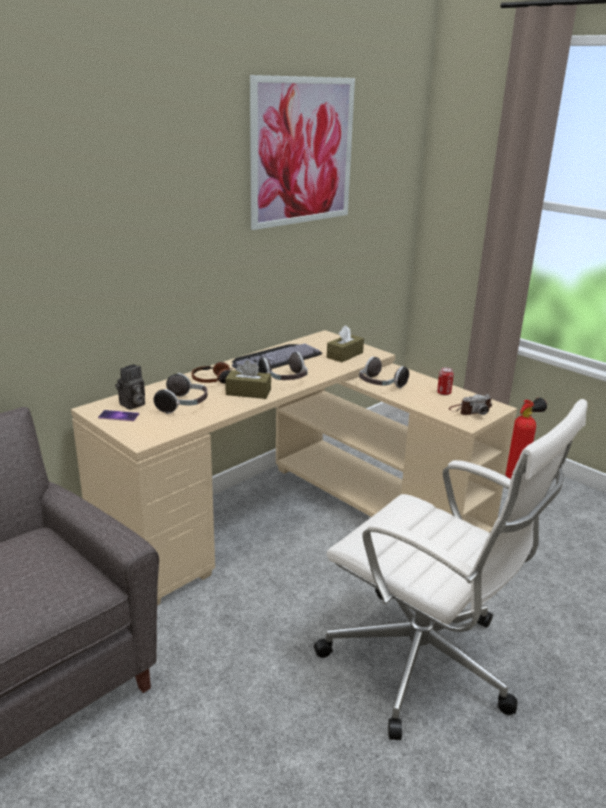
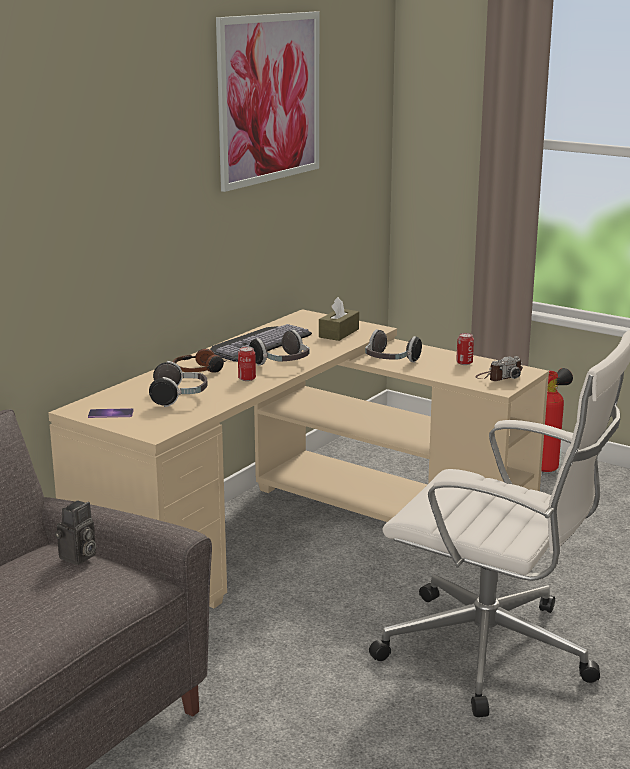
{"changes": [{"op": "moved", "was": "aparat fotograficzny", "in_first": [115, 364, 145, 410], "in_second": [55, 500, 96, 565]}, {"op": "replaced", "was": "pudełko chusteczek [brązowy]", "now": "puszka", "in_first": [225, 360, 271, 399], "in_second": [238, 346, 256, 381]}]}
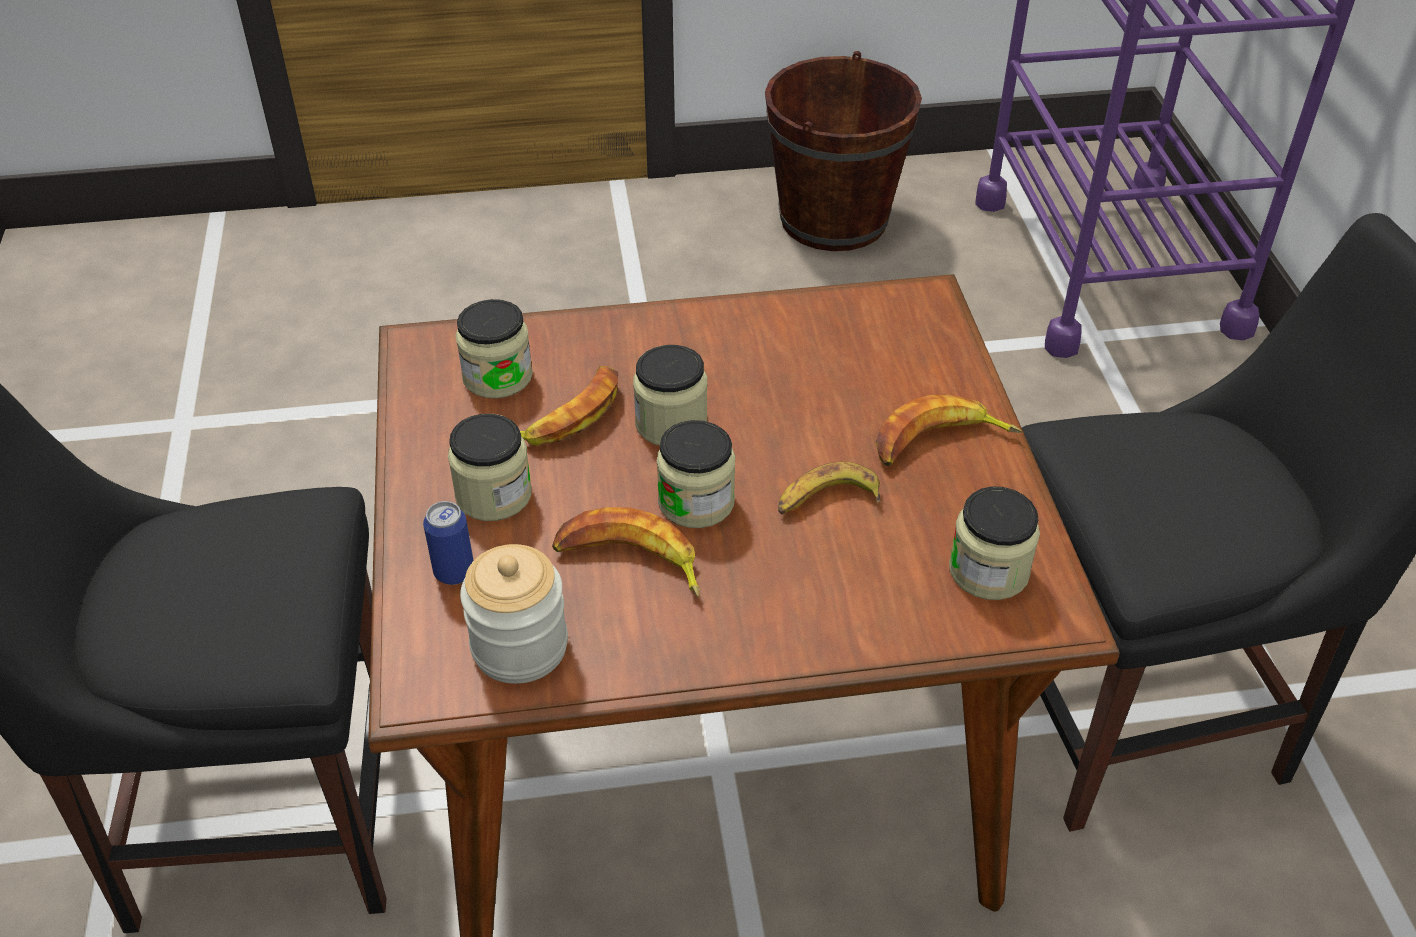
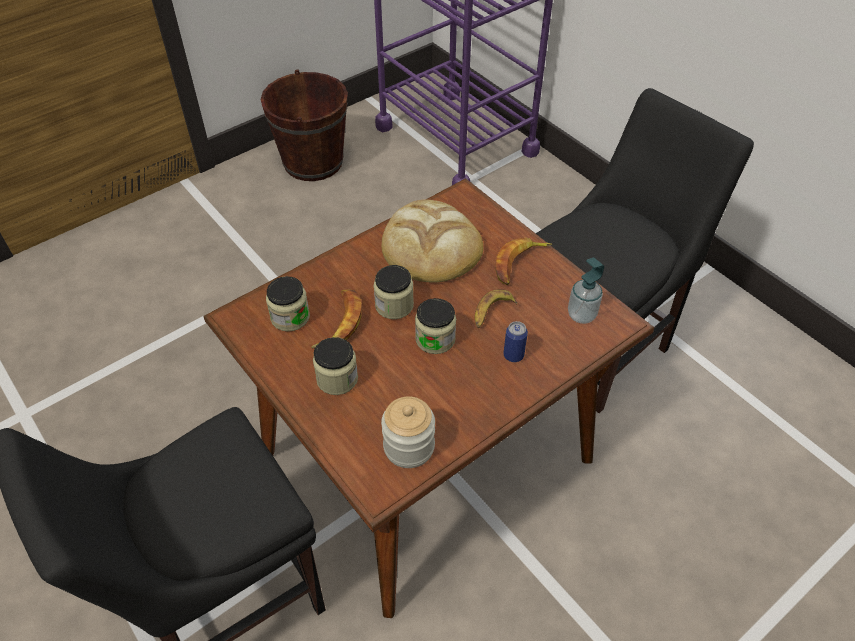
{"changes": [{"op": "added", "now": "chleb", "in_second": [382, 199, 483, 283]}, {"op": "moved", "was": "puszka", "in_first": [423, 501, 474, 585], "in_second": [503, 321, 528, 362]}, {"op": "replaced", "was": "słoik", "now": "dozownik mydła", "in_first": [949, 486, 1040, 600], "in_second": [568, 258, 604, 324]}, {"op": "removed", "was": "banan", "in_first": [552, 507, 700, 598]}]}
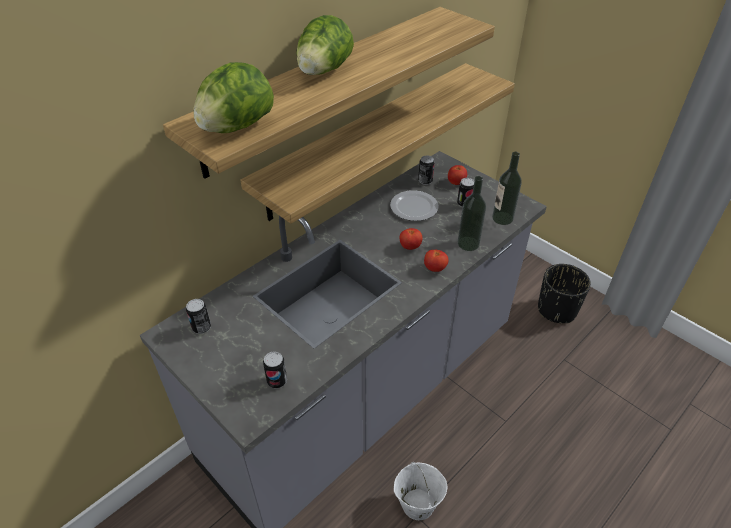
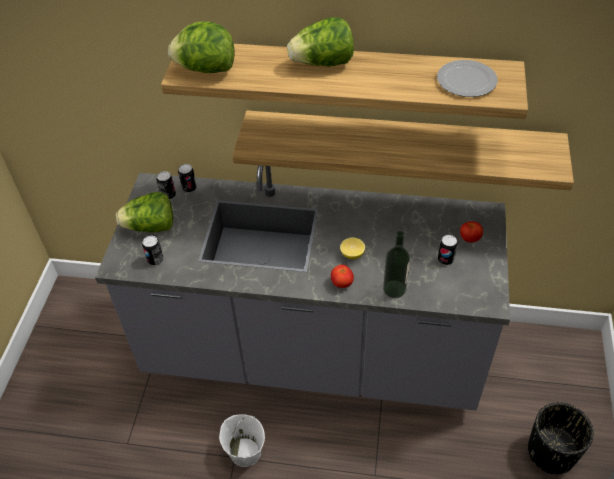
{"changes": [{"op": "added", "now": "sałata", "in_second": [116, 192, 173, 233]}, {"op": "moved", "was": "puszka", "in_first": [418, 155, 435, 185], "in_second": [178, 164, 197, 193]}, {"op": "replaced", "was": "pomidor", "now": "cytryna", "in_first": [400, 228, 422, 250], "in_second": [340, 237, 365, 259]}, {"op": "moved", "was": "talerz", "in_first": [390, 190, 439, 221], "in_second": [437, 60, 498, 97]}, {"op": "removed", "was": "butelka", "in_first": [492, 152, 522, 225]}]}
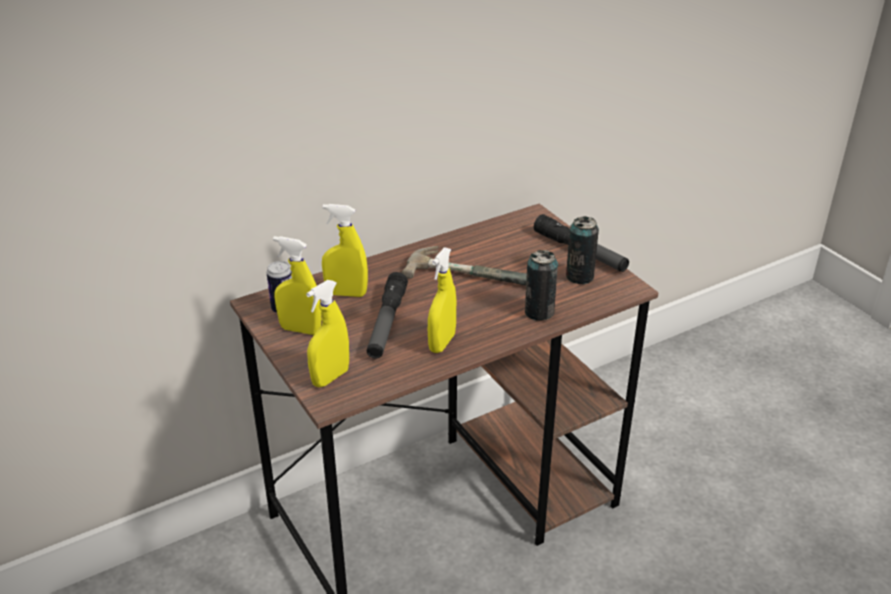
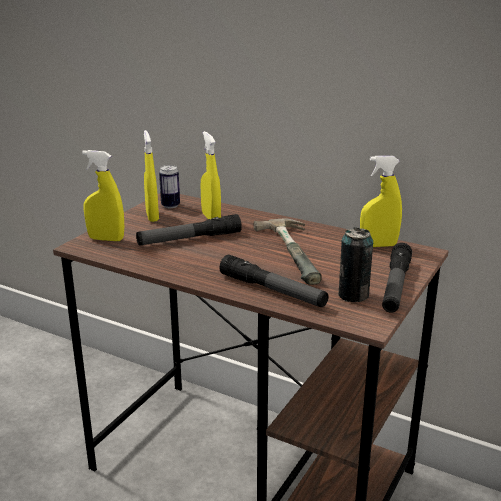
{"changes": [{"op": "replaced", "was": "puszka", "now": "latarka", "in_first": [525, 250, 558, 321], "in_second": [219, 255, 329, 307]}, {"op": "moved", "was": "spryskiwacz [żółty]", "in_first": [428, 247, 456, 353], "in_second": [360, 156, 402, 247]}]}
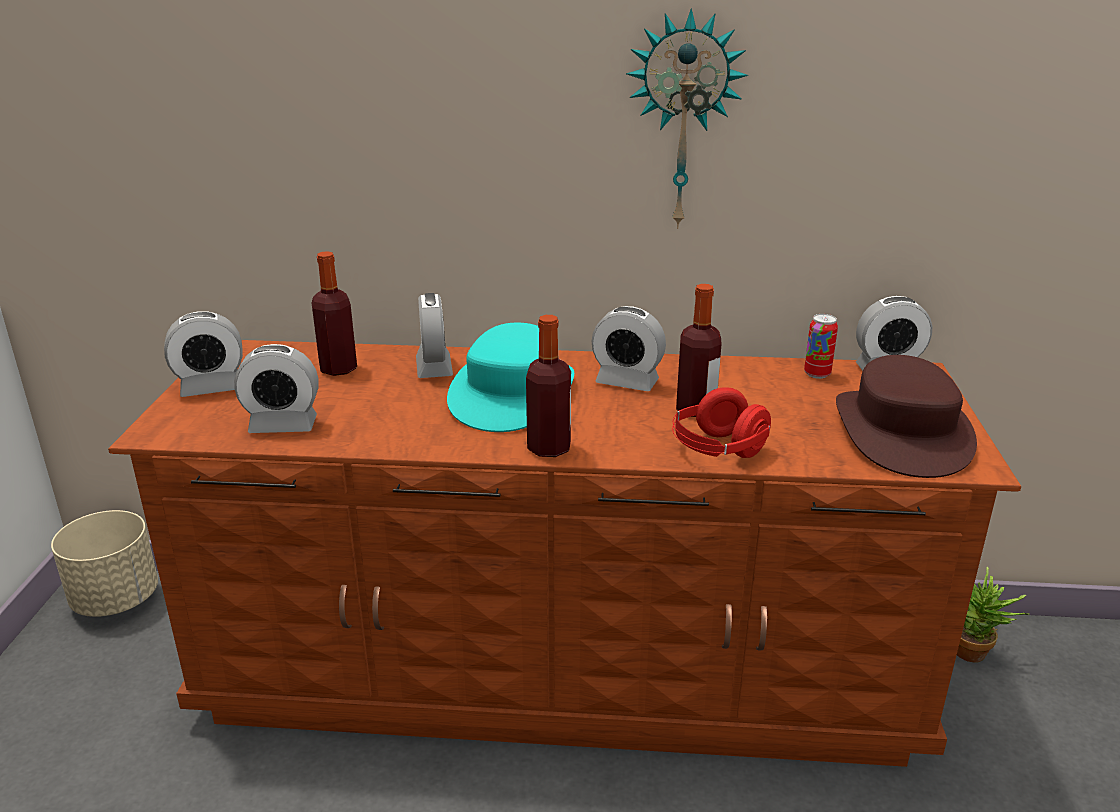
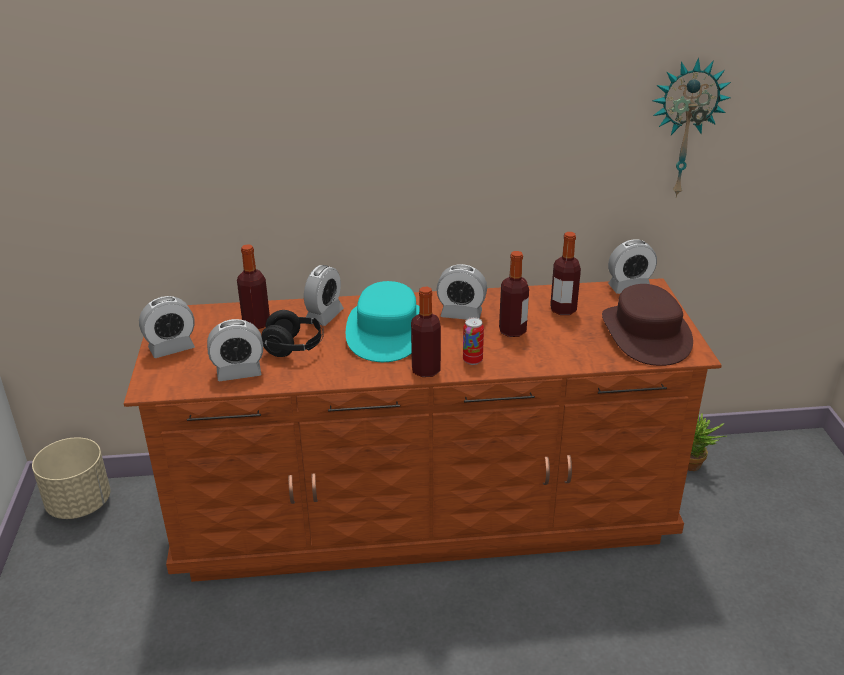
{"changes": [{"op": "added", "now": "słuchawki [czarny]", "in_second": [261, 310, 324, 357]}, {"op": "turned", "was": "budzik", "in_first": [416, 293, 453, 378], "in_second": [304, 265, 344, 326], "clockwise": 45}, {"op": "moved", "was": "puszka", "in_first": [804, 314, 838, 379], "in_second": [463, 317, 484, 365]}, {"op": "added", "now": "butelka", "in_second": [550, 232, 581, 315]}, {"op": "moved", "was": "zegar ścienny", "in_first": [626, 8, 748, 229], "in_second": [652, 58, 731, 198]}, {"op": "removed", "was": "słuchawki [czerwony]", "in_first": [672, 387, 771, 458]}]}
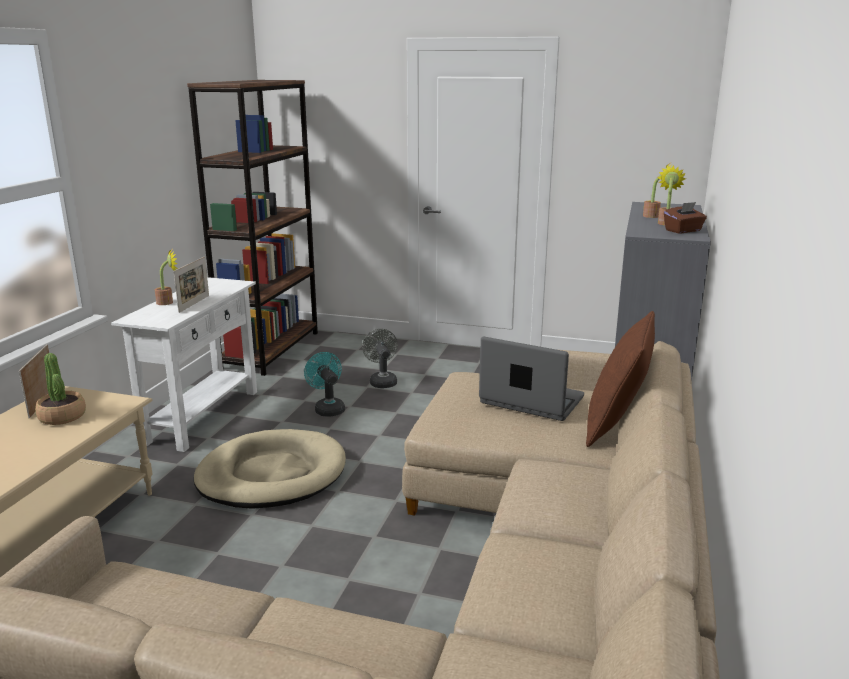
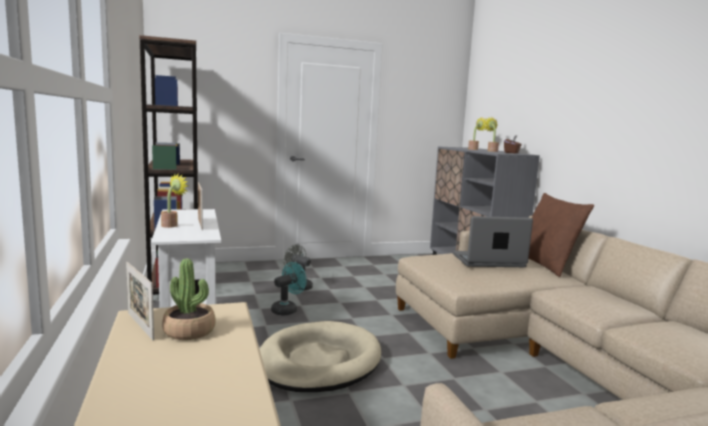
{"changes": [{"op": "turned", "was": "wentylator [turkusowy]", "in_first": [304, 352, 345, 417], "in_second": [271, 262, 307, 316], "clockwise": 105}]}
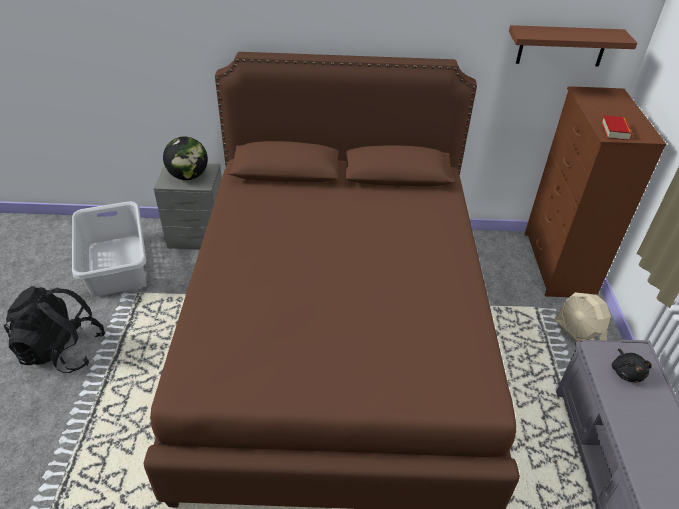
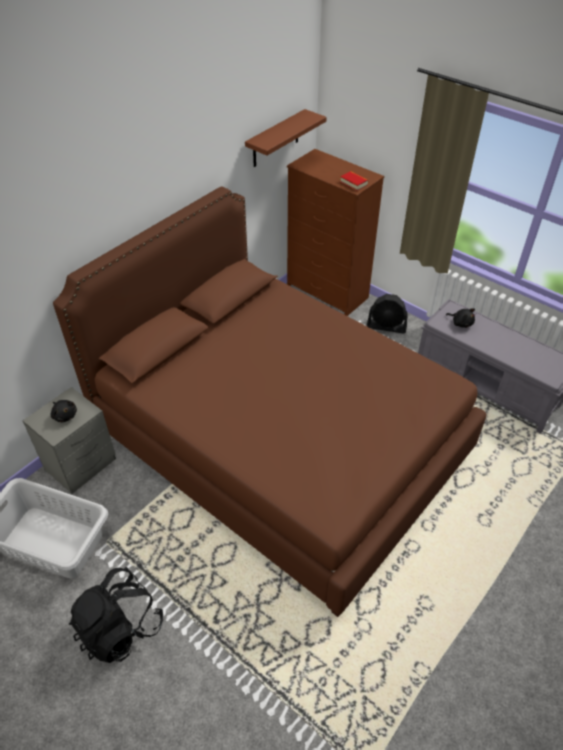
{"changes": [{"op": "replaced", "was": "globus", "now": "pluszak [czarny]", "in_first": [163, 137, 208, 180], "in_second": [51, 400, 77, 422]}, {"op": "recoloured", "was": "wentylator [beżowy]", "now": "wentylator [czarny]", "in_first": [554, 292, 611, 342], "in_second": [367, 294, 408, 334]}]}
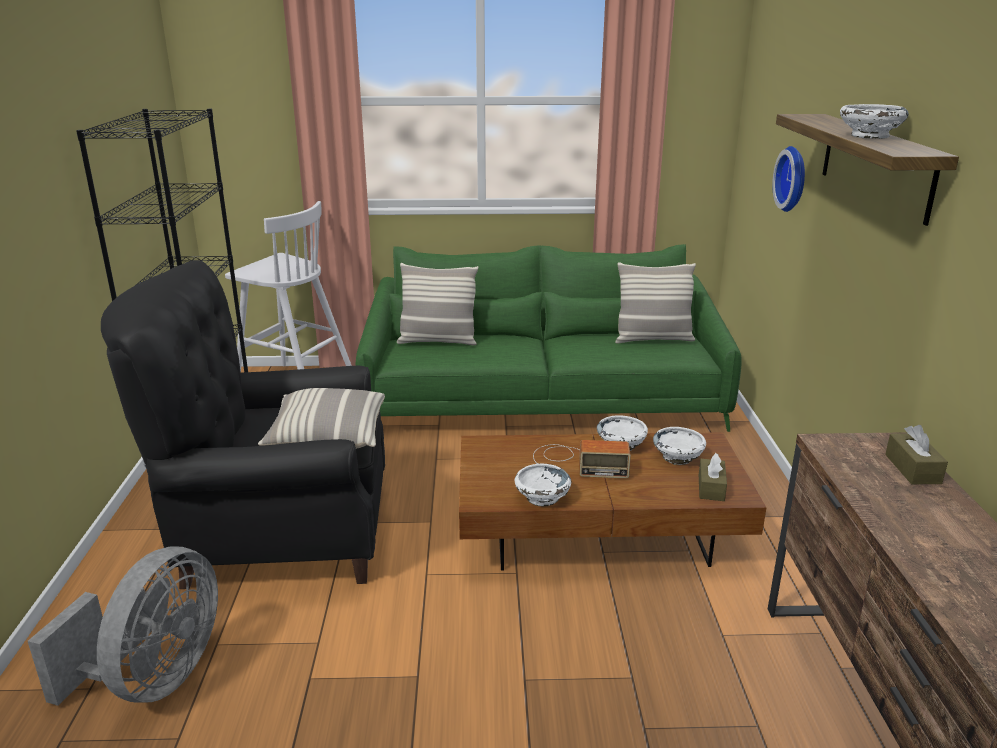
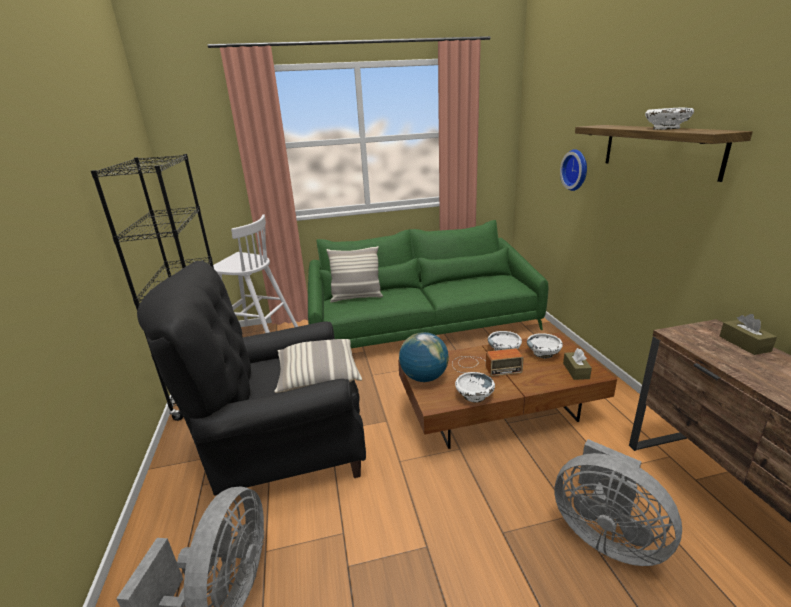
{"changes": [{"op": "added", "now": "globus", "in_second": [399, 332, 449, 382]}, {"op": "added", "now": "wentylator [szary]", "in_second": [554, 439, 682, 566]}, {"op": "removed", "was": "poduszka", "in_first": [615, 262, 696, 343]}]}
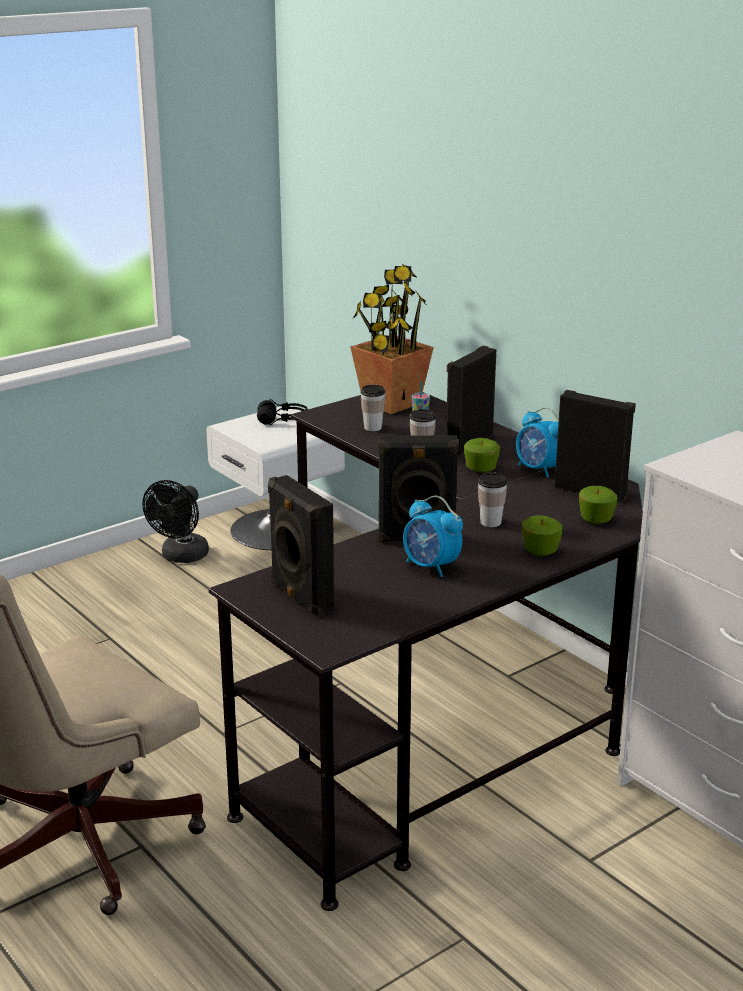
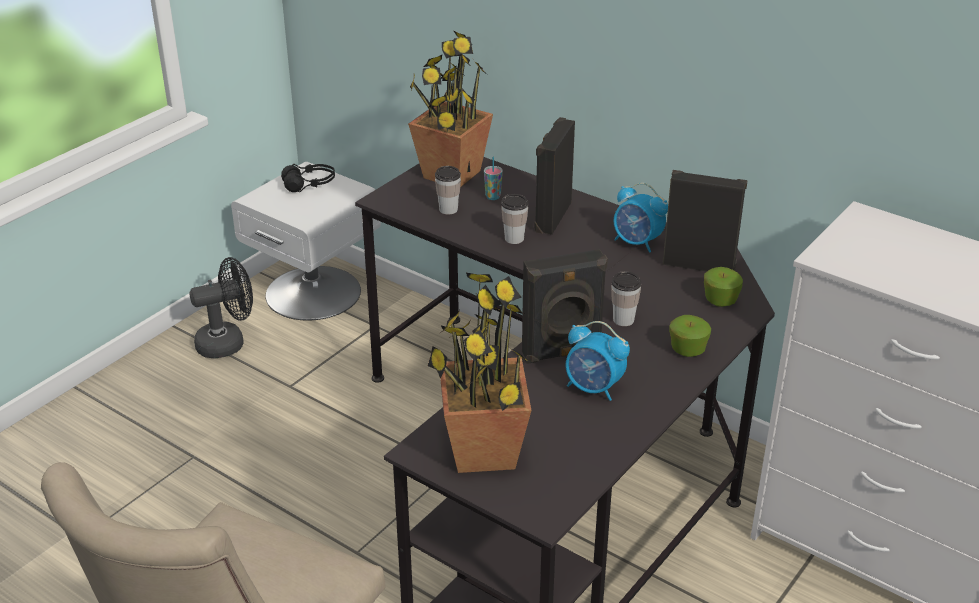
{"changes": [{"op": "turned", "was": "wentylator [czarny]", "in_first": [143, 480, 209, 563], "in_second": [189, 257, 253, 358], "clockwise": -120}, {"op": "replaced", "was": "głośnik [czarny]", "now": "roślina doniczkowa", "in_first": [268, 475, 334, 617], "in_second": [428, 273, 532, 473]}, {"op": "removed", "was": "jabłko", "in_first": [464, 438, 500, 473]}]}
